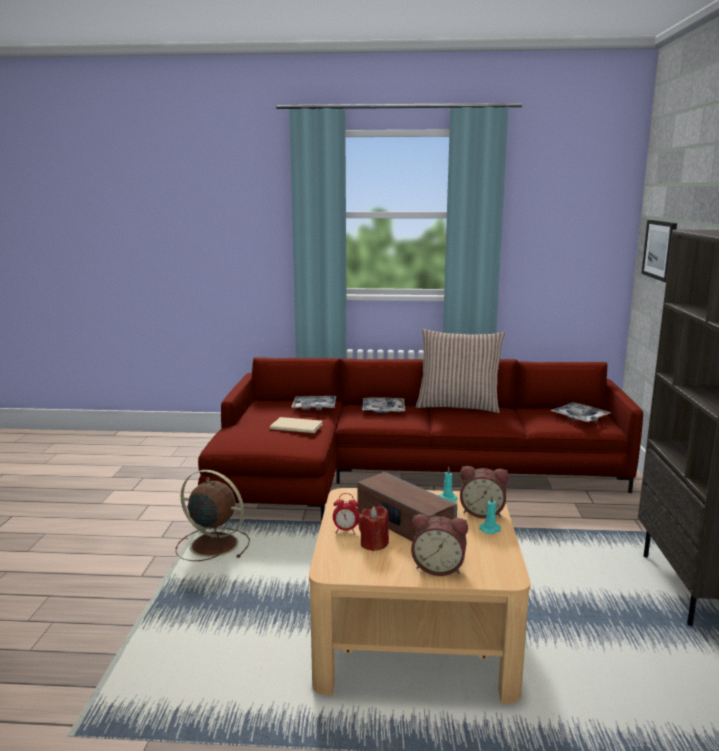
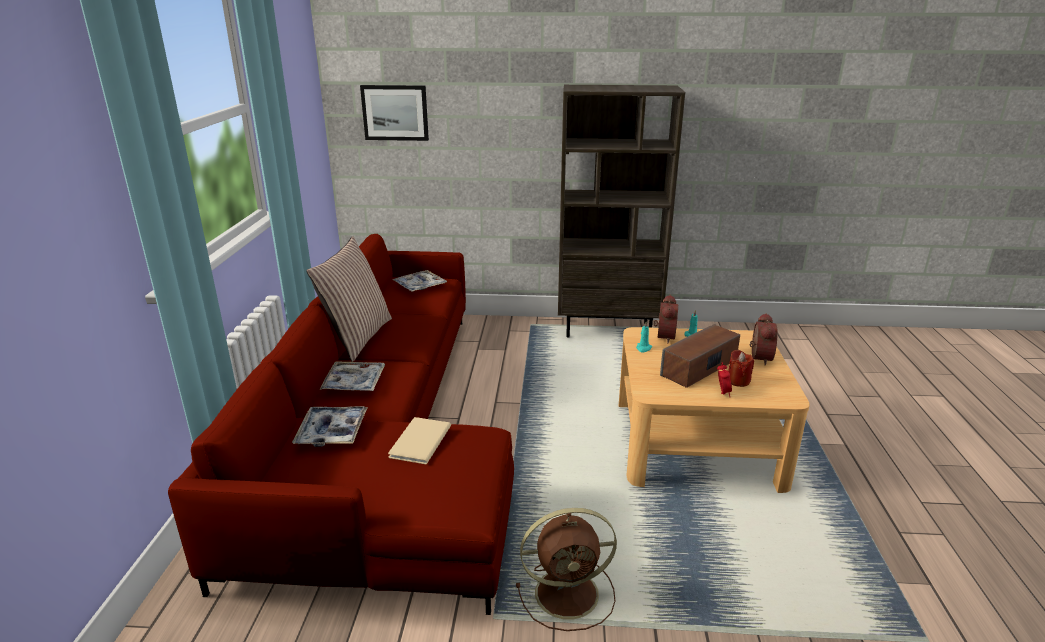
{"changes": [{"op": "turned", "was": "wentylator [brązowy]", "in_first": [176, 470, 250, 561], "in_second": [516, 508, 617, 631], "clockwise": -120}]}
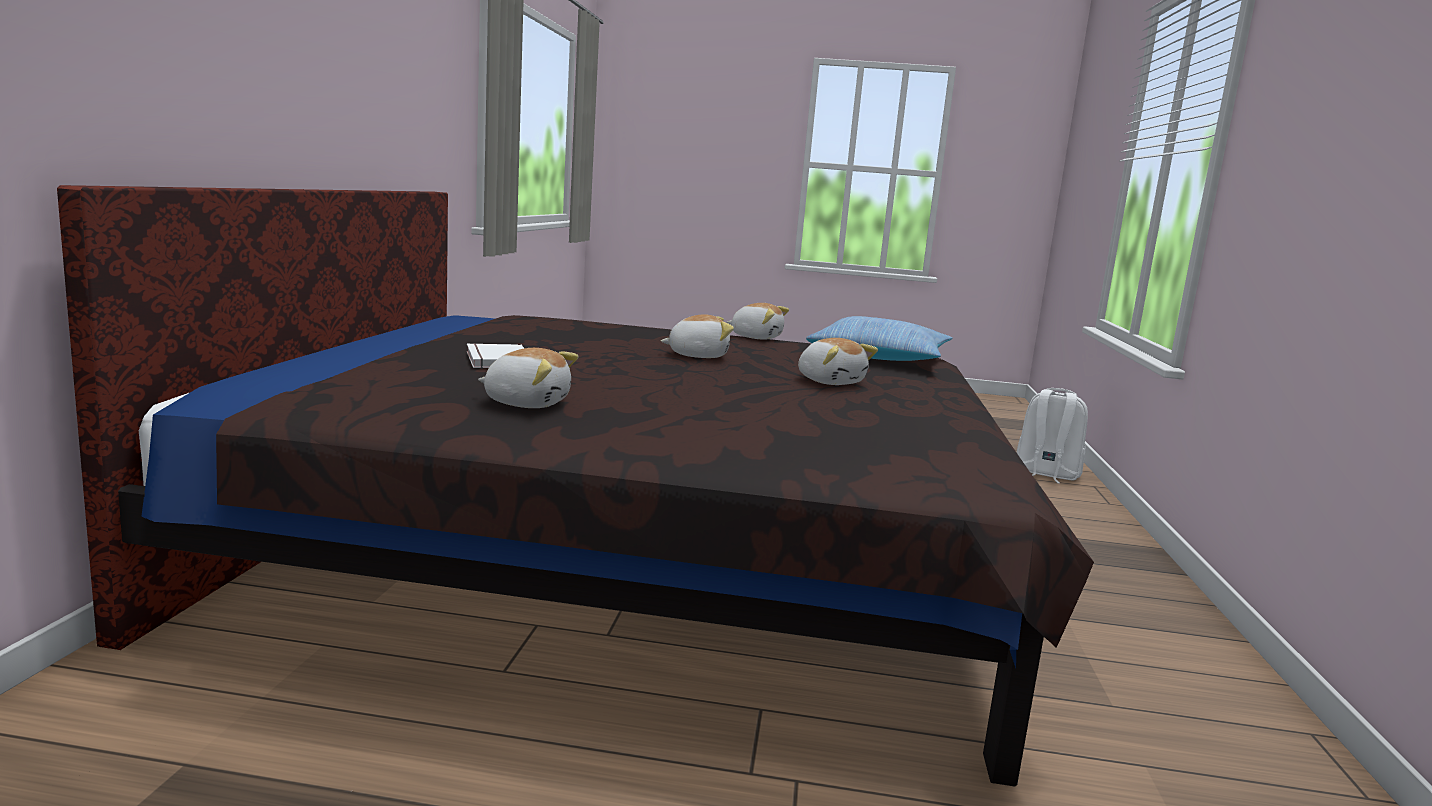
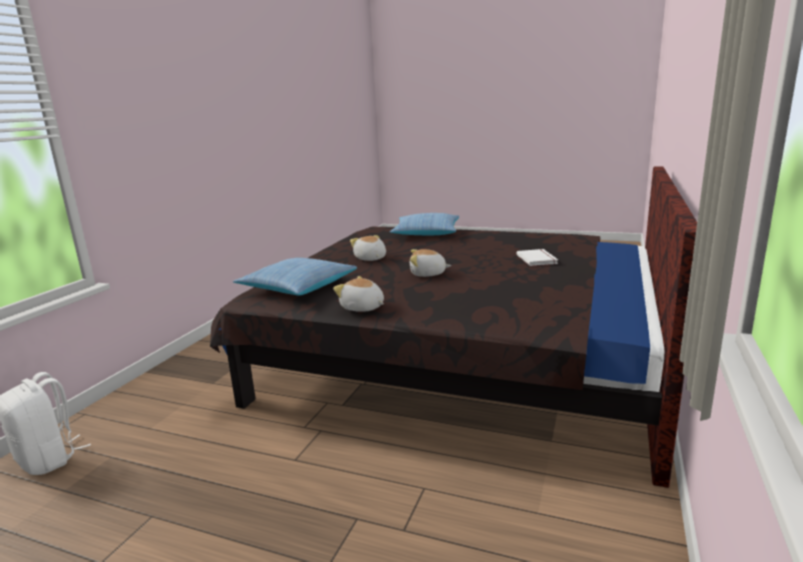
{"changes": [{"op": "added", "now": "poduszka", "in_second": [390, 213, 459, 235]}, {"op": "removed", "was": "pluszak", "in_first": [478, 348, 578, 408]}]}
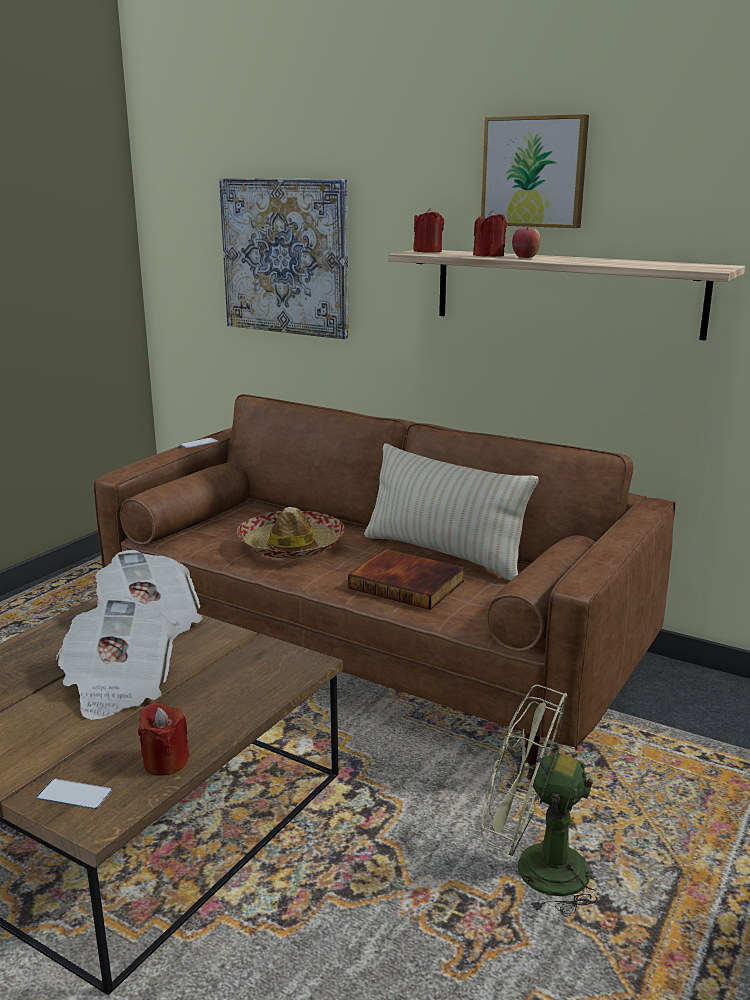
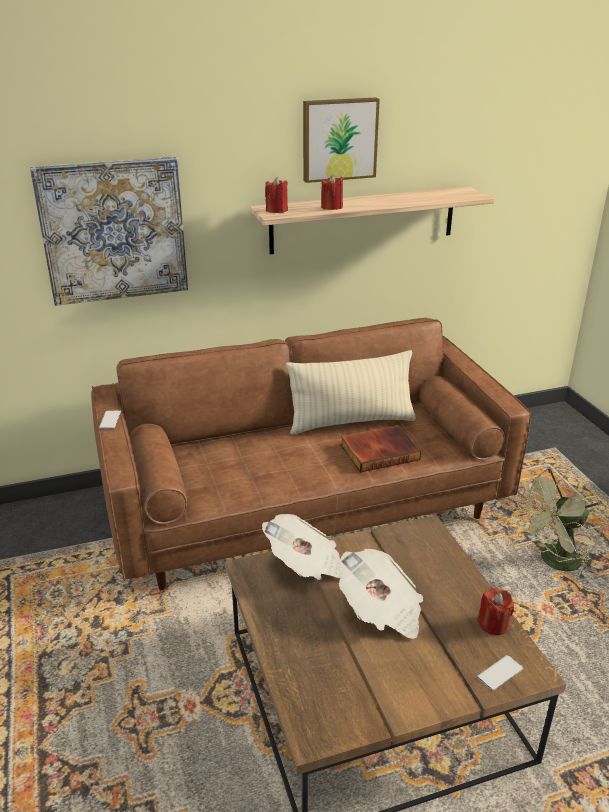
{"changes": [{"op": "removed", "was": "kapelusz", "in_first": [237, 507, 345, 558]}, {"op": "removed", "was": "jabłko", "in_first": [512, 227, 540, 258]}]}
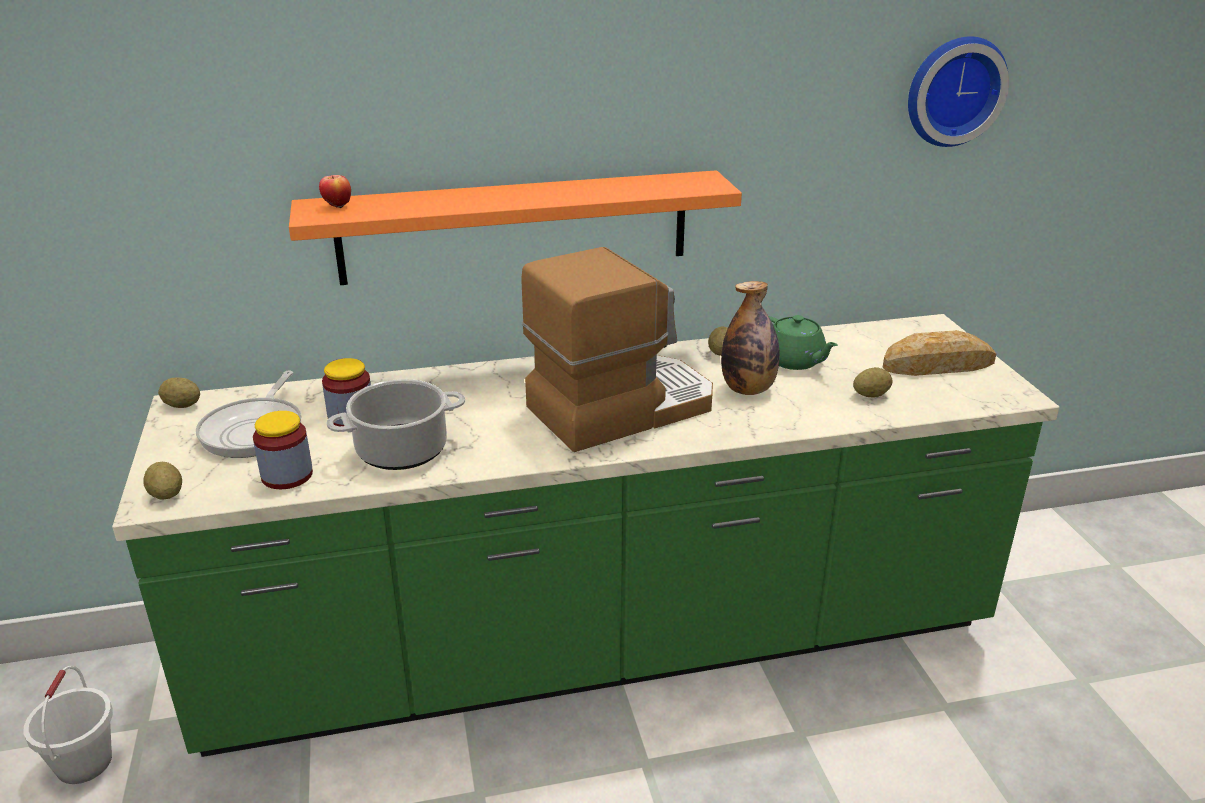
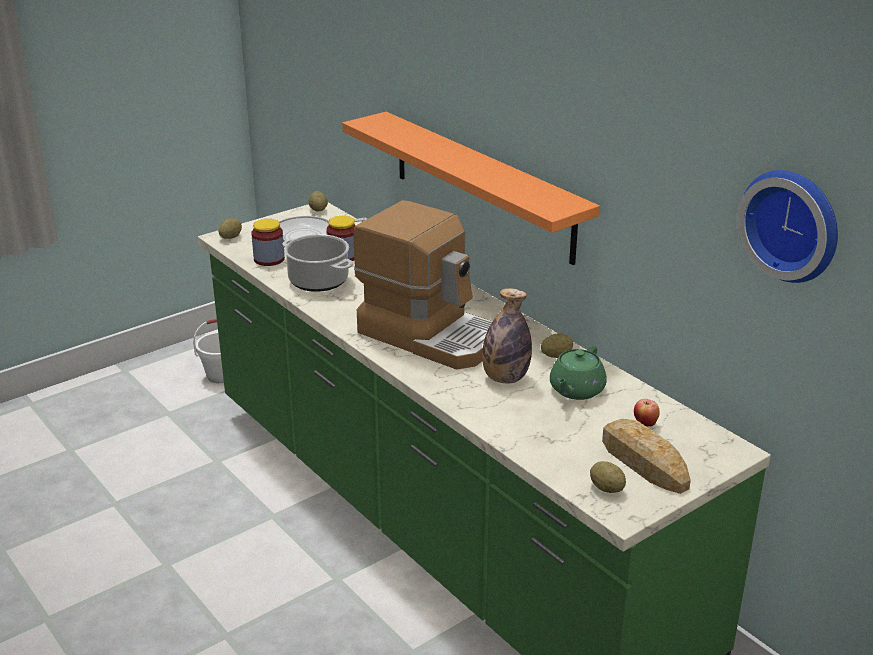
{"changes": [{"op": "moved", "was": "ziemniak", "in_first": [853, 367, 893, 398], "in_second": [590, 461, 626, 493]}, {"op": "moved", "was": "jabłko", "in_first": [319, 175, 351, 208], "in_second": [634, 399, 660, 427]}]}
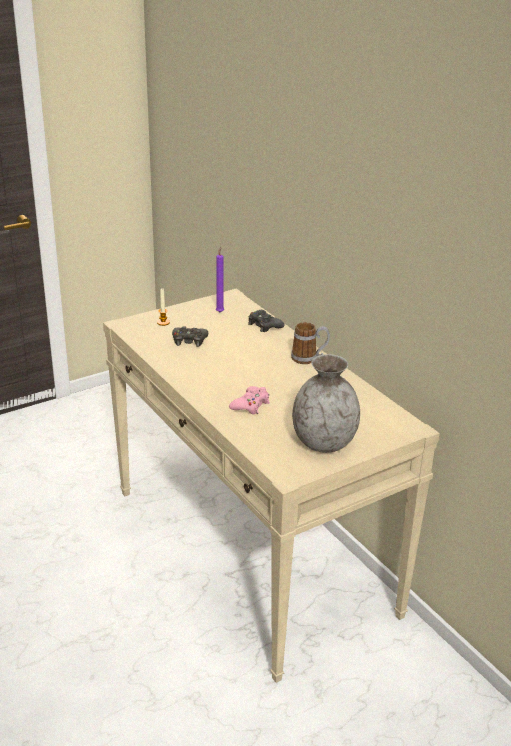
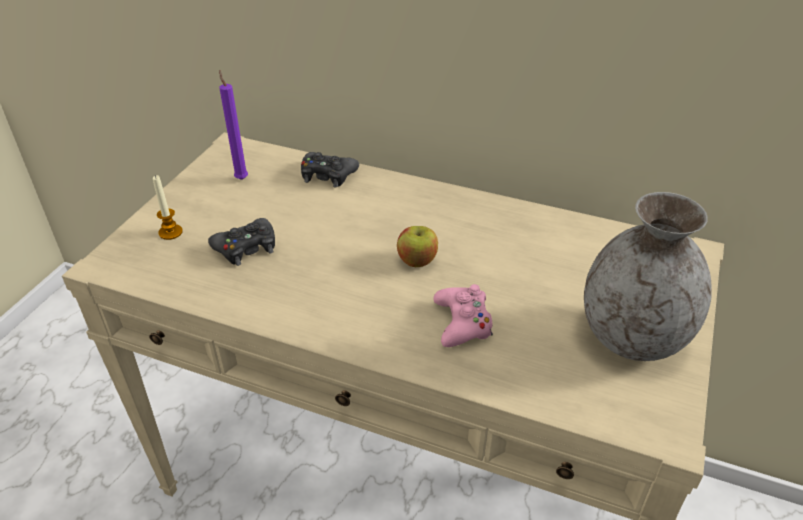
{"changes": [{"op": "added", "now": "jabłko", "in_second": [397, 226, 438, 267]}, {"op": "removed", "was": "kubek", "in_first": [291, 322, 330, 364]}]}
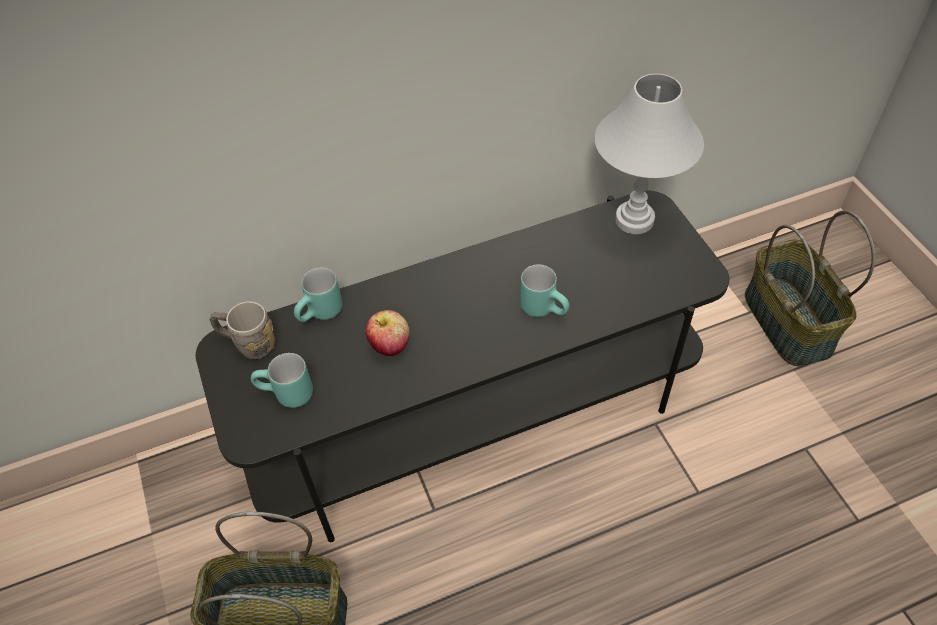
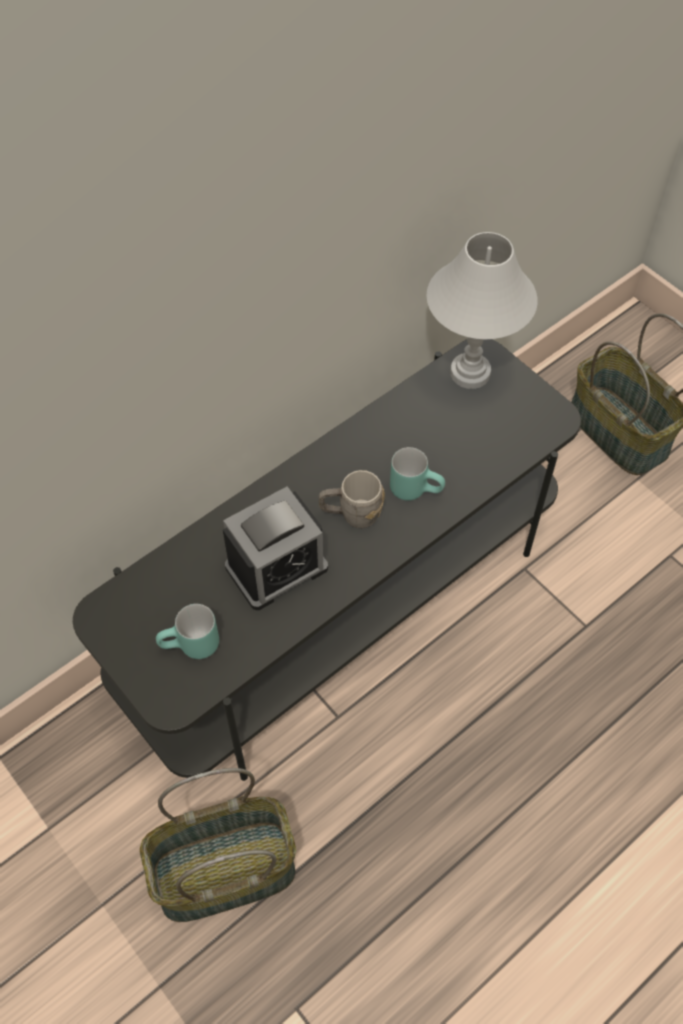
{"changes": [{"op": "replaced", "was": "jabłko", "now": "budzik", "in_first": [365, 310, 410, 356], "in_second": [223, 486, 328, 610]}, {"op": "moved", "was": "kubek [szary]", "in_first": [210, 301, 275, 359], "in_second": [319, 470, 385, 528]}, {"op": "removed", "was": "kubek [turkusowy]", "in_first": [294, 268, 342, 322]}]}
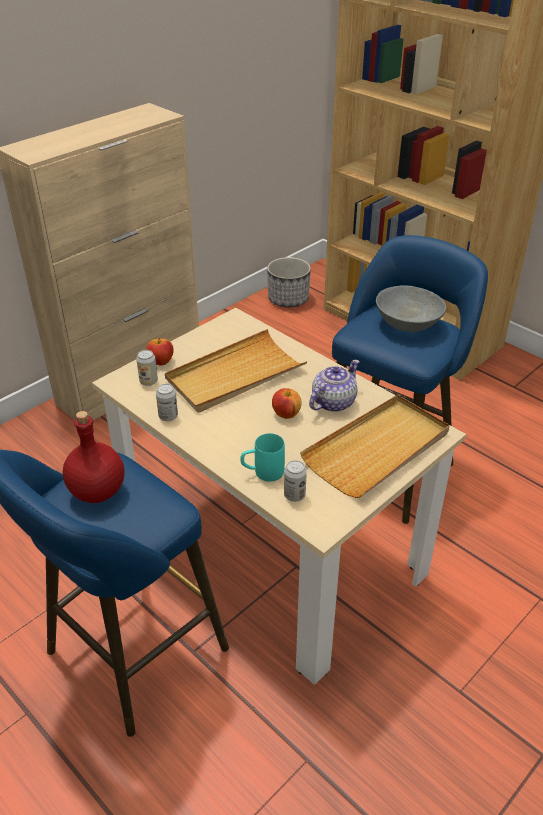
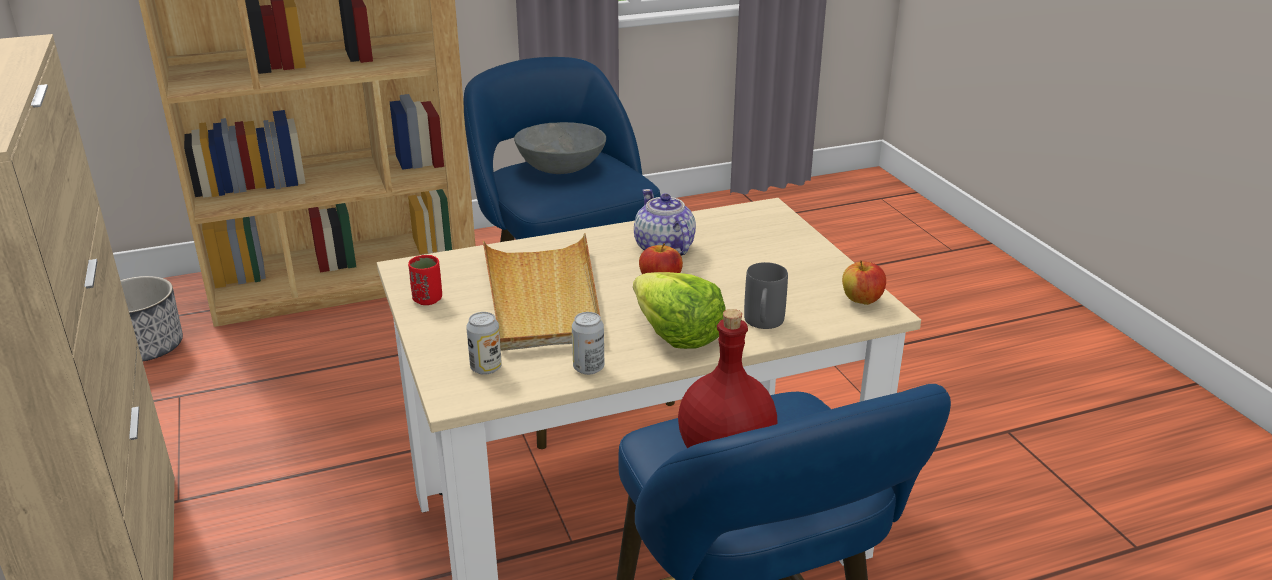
{"changes": [{"op": "added", "now": "filiżanka [czerwony]", "in_second": [408, 255, 442, 305]}, {"op": "added", "now": "sałata", "in_second": [633, 272, 726, 349]}, {"op": "recoloured", "was": "kubek [turkusowy]", "now": "kubek [szary]", "in_first": [240, 433, 285, 482], "in_second": [744, 262, 788, 329]}, {"op": "moved", "was": "jabłko", "in_first": [146, 337, 174, 365], "in_second": [842, 261, 886, 305]}, {"op": "removed", "was": "puszka", "in_first": [284, 460, 307, 502]}, {"op": "removed", "was": "taca [beżowy]", "in_first": [300, 395, 450, 498]}]}
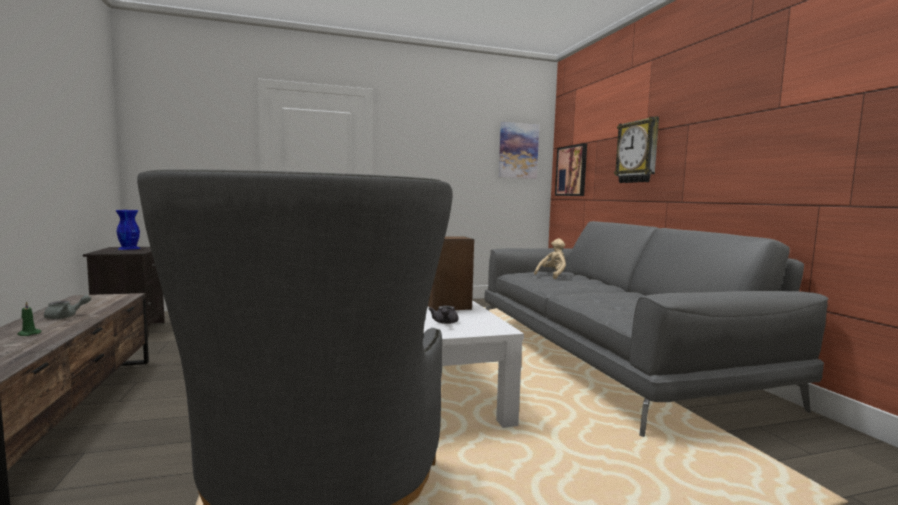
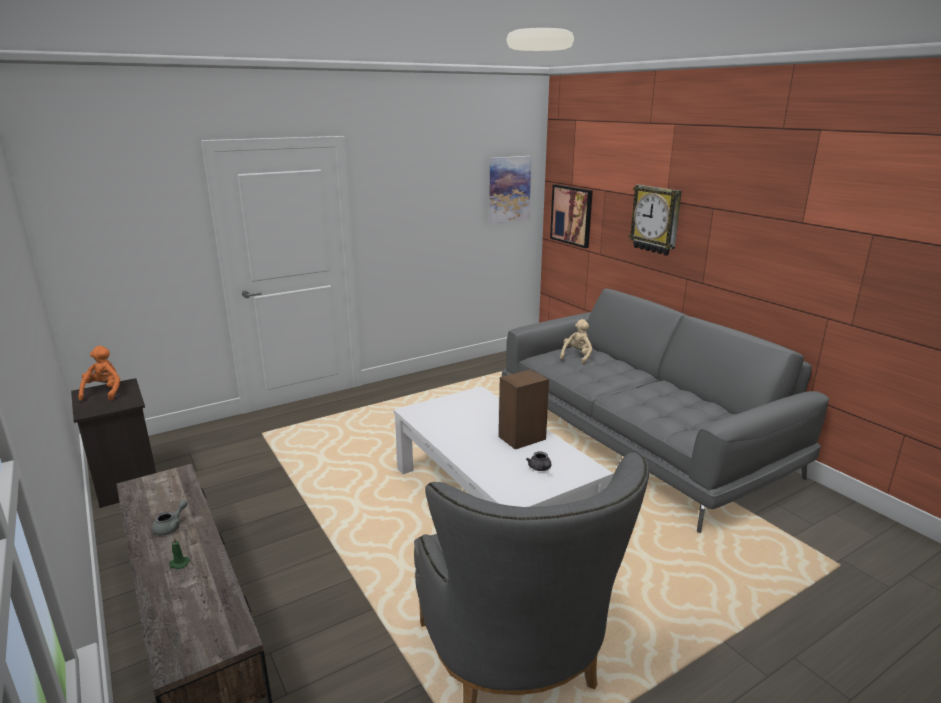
{"changes": [{"op": "replaced", "was": "wazon [niebieski]", "now": "pluszak [pomarańczowy]", "in_first": [116, 210, 140, 250], "in_second": [78, 346, 120, 401]}]}
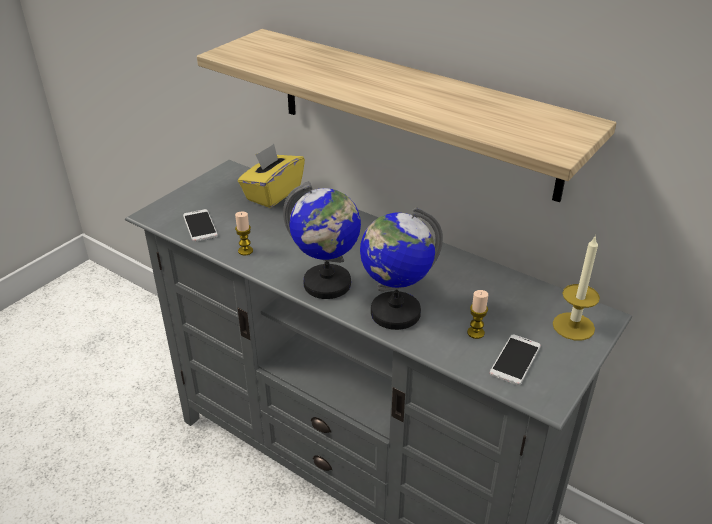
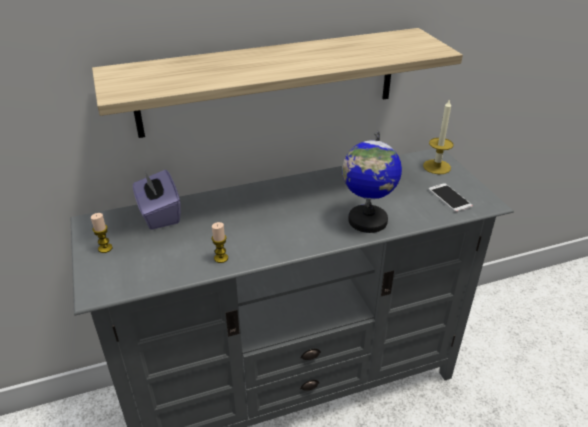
{"changes": [{"op": "moved", "was": "świeca", "in_first": [467, 290, 488, 339], "in_second": [91, 213, 113, 253]}, {"op": "recoloured", "was": "pudełko chusteczek [żółty]", "now": "pudełko chusteczek [fioletowy]", "in_first": [238, 144, 305, 208], "in_second": [133, 170, 181, 230]}, {"op": "removed", "was": "telefon", "in_first": [183, 209, 218, 242]}, {"op": "removed", "was": "globus", "in_first": [283, 181, 361, 299]}]}
